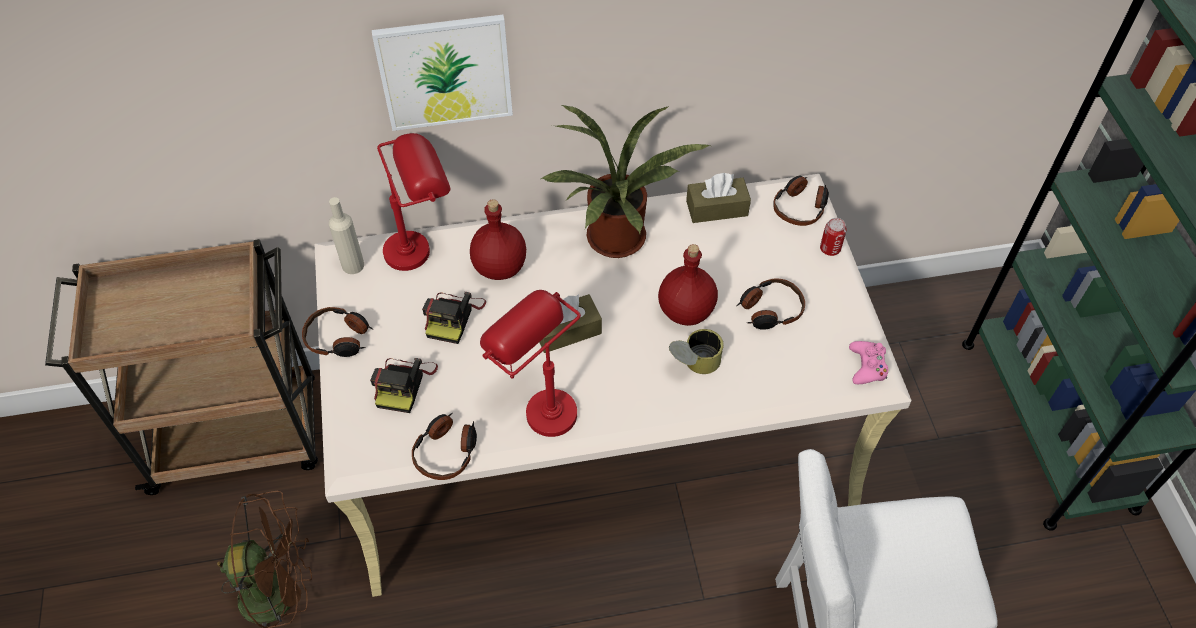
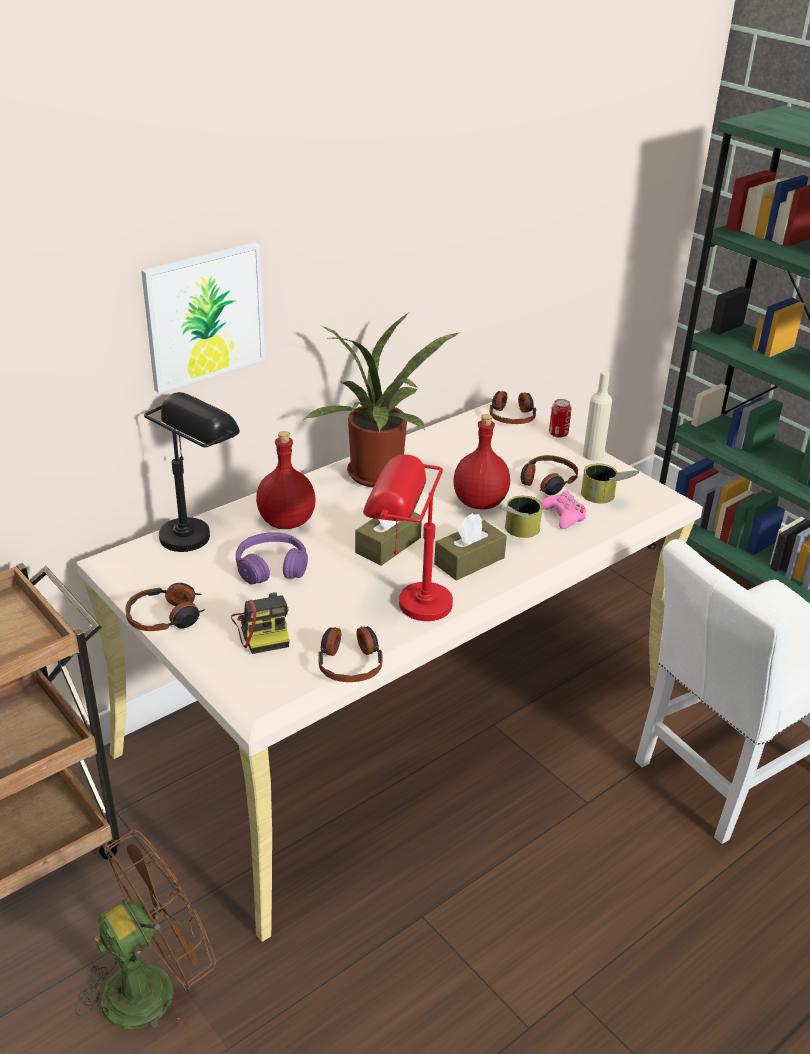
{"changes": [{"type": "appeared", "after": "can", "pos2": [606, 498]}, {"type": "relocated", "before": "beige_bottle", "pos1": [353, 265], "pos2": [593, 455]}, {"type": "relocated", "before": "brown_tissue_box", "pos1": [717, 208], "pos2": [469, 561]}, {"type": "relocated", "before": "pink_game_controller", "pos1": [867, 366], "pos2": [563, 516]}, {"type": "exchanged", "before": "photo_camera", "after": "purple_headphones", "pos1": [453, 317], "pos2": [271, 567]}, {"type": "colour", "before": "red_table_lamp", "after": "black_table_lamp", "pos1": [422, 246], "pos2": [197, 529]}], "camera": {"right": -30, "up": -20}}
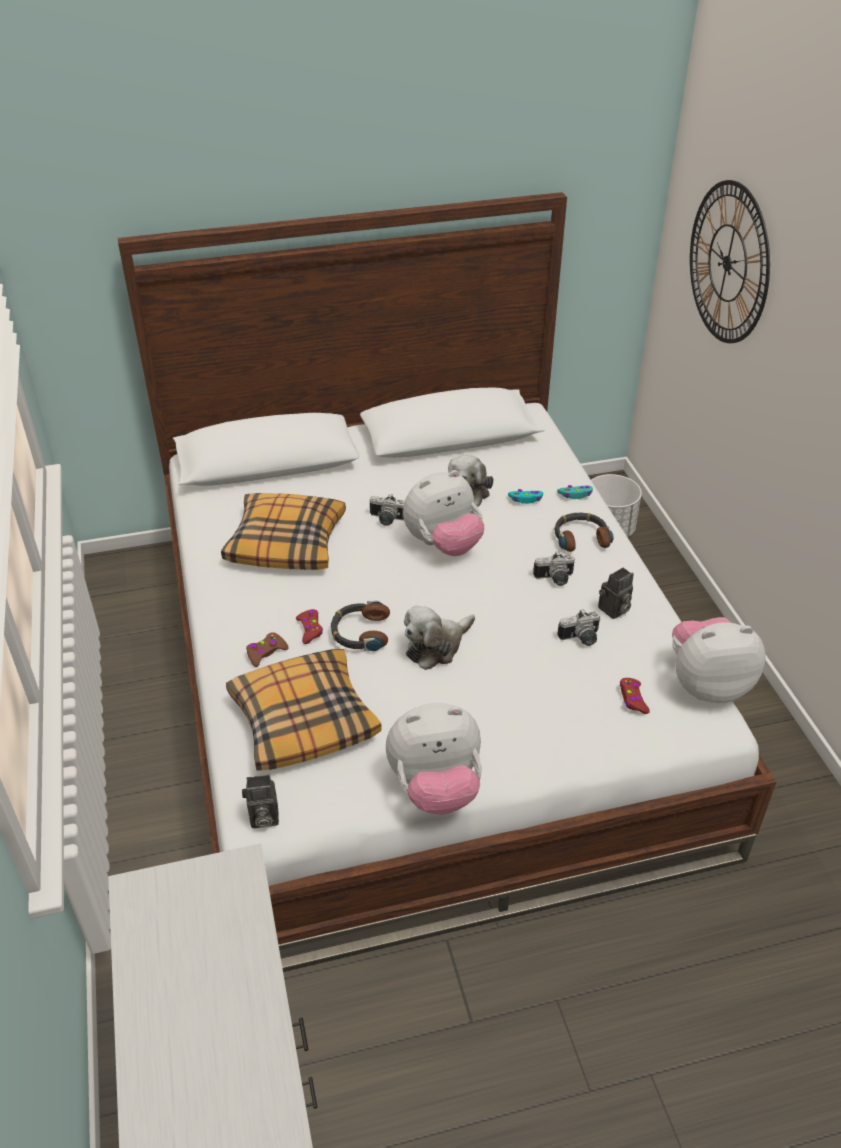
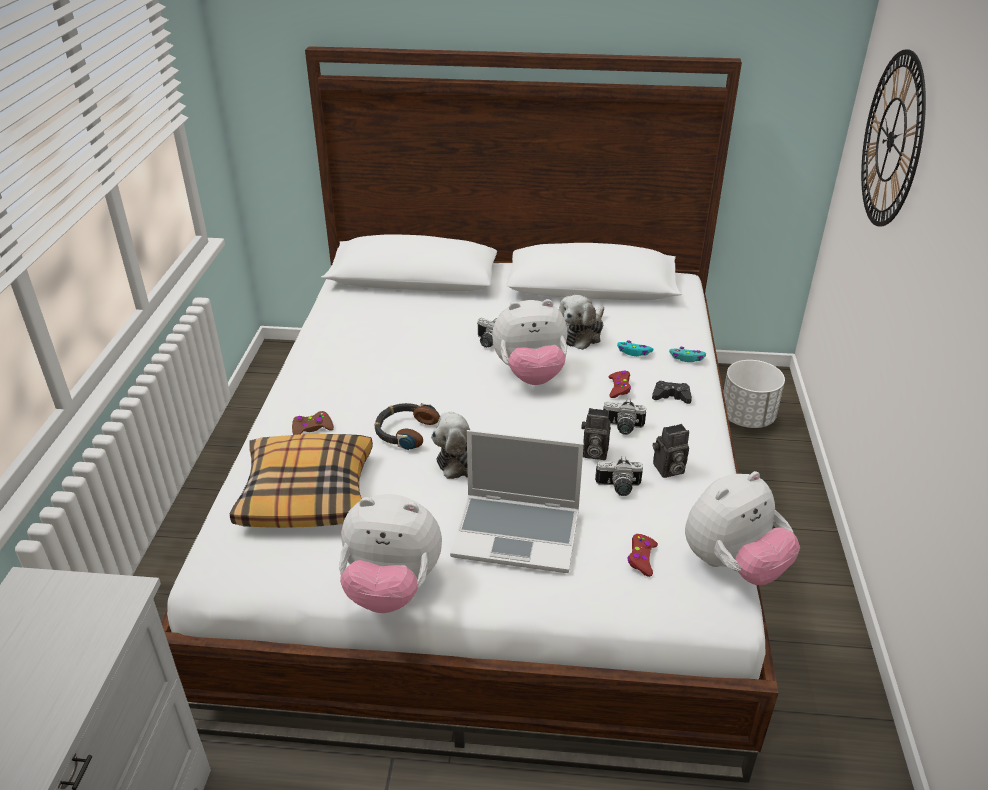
{"changes": [{"type": "missing", "before": "pillow", "pos1": [286, 542]}, {"type": "appeared", "after": "laptop", "pos2": [518, 533]}, {"type": "relocated", "before": "photo_camera", "pos1": [262, 818], "pos2": [593, 452]}, {"type": "relocated", "before": "red_game_controller", "pos1": [310, 629], "pos2": [619, 388]}, {"type": "exchanged", "before": "headphones", "after": "black_game_controller", "pos1": [581, 537], "pos2": [671, 396]}, {"type": "spun", "before": "plush_toy", "pos1": [706, 684], "pos2": [733, 565], "turn": 135}], "camera": {"right": 20, "up": -5}}
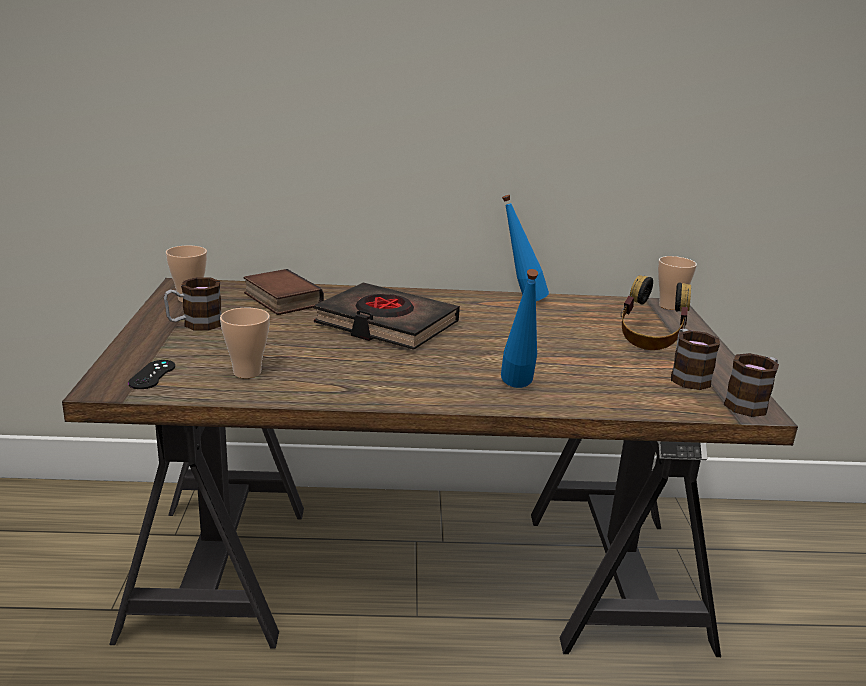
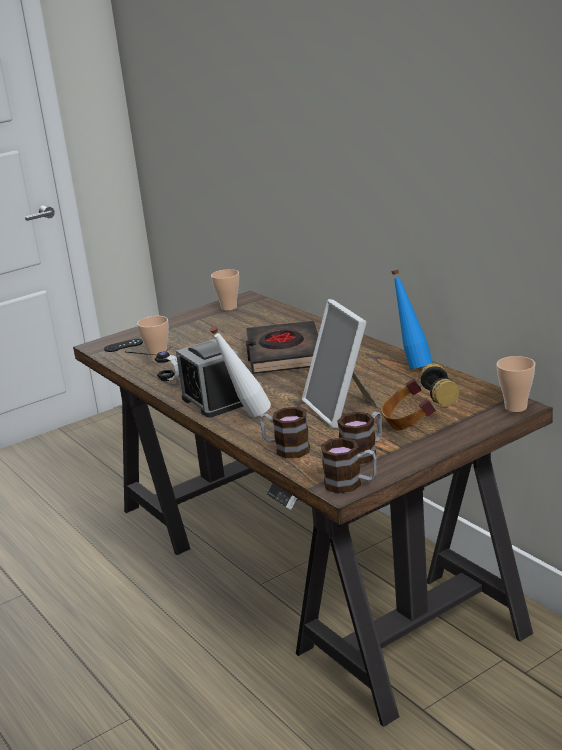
{"changes": [{"type": "missing", "before": "book", "pos1": [280, 299]}, {"type": "appeared", "after": "headphones", "pos2": [162, 375]}, {"type": "appeared", "after": "alarm_clock", "pos2": [213, 401]}, {"type": "appeared", "after": "picture_frame", "pos2": [342, 409]}, {"type": "relocated", "before": "mug", "pos1": [194, 324], "pos2": [286, 449]}, {"type": "colour", "before": "blue_bottle", "after": "white_bottle", "pos1": [517, 389], "pos2": [246, 417]}], "camera": {"right": 60, "up": 0}}
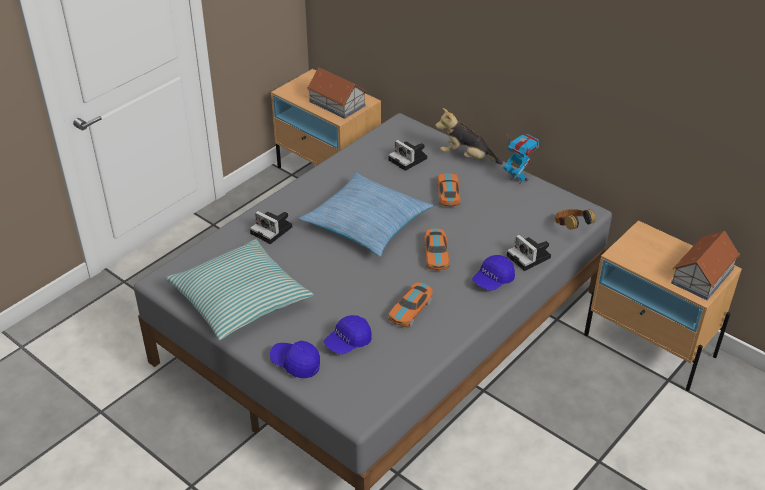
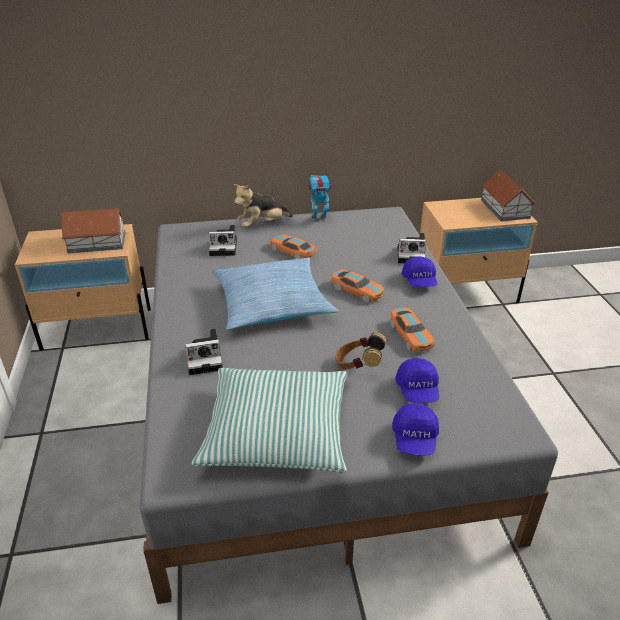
{"changes": [{"type": "relocated", "before": "headphones", "pos1": [571, 228], "pos2": [358, 366]}, {"type": "spun", "before": "blue_cap", "pos1": [295, 363], "pos2": [414, 439], "turn": -60}], "camera": {"right": -50, "up": -5}}
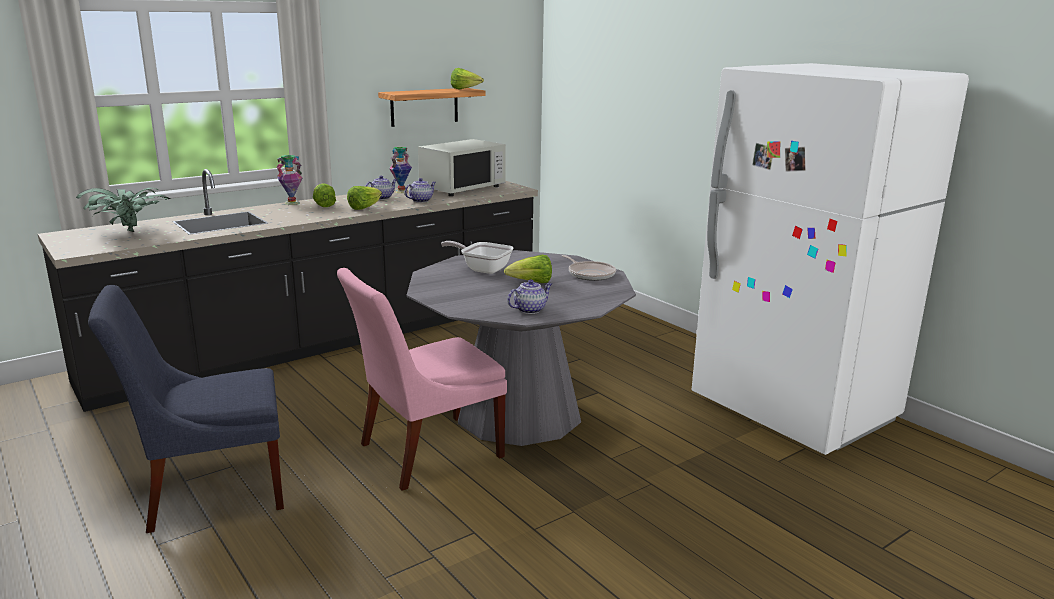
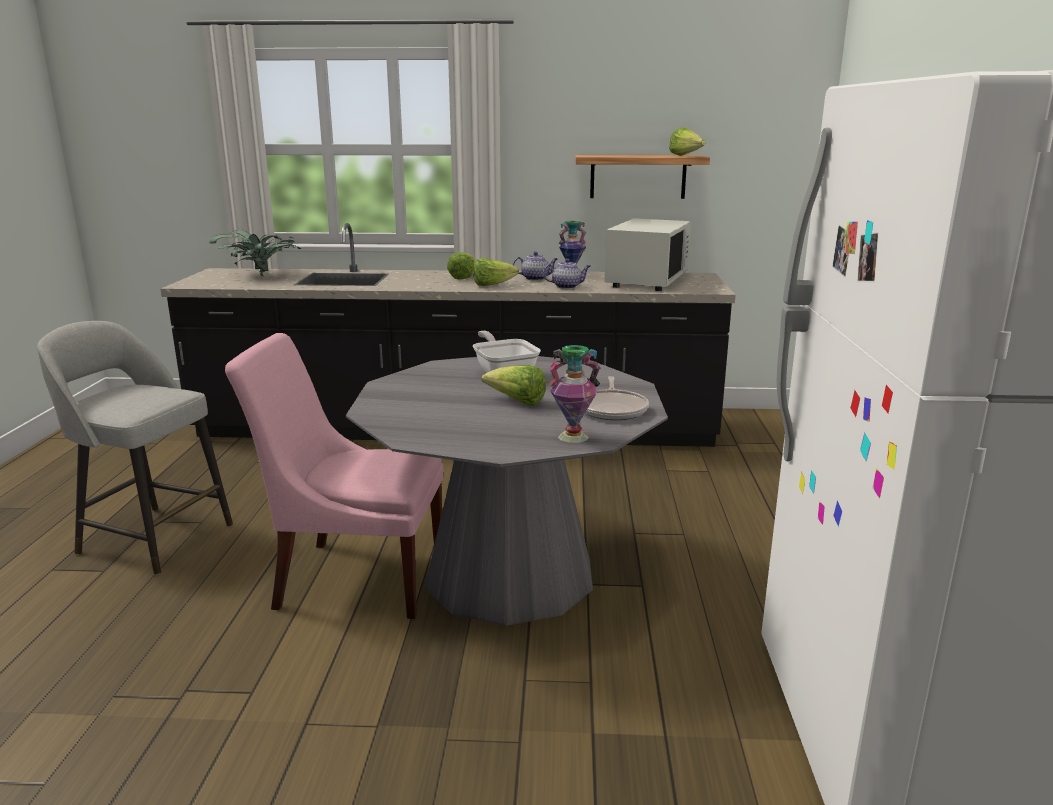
{"changes": [{"type": "missing", "before": "teapot", "pos1": [530, 310]}, {"type": "relocated", "before": "vase", "pos1": [292, 203], "pos2": [573, 437]}, {"type": "exchanged", "before": "blue_chair", "after": "grey_stool", "pos1": [209, 491], "pos2": [152, 538]}, {"type": "spun", "before": "white_microwave", "pos1": [462, 188], "pos2": [646, 281], "turn": -60}], "camera": {"right": 40, "up": 0}}
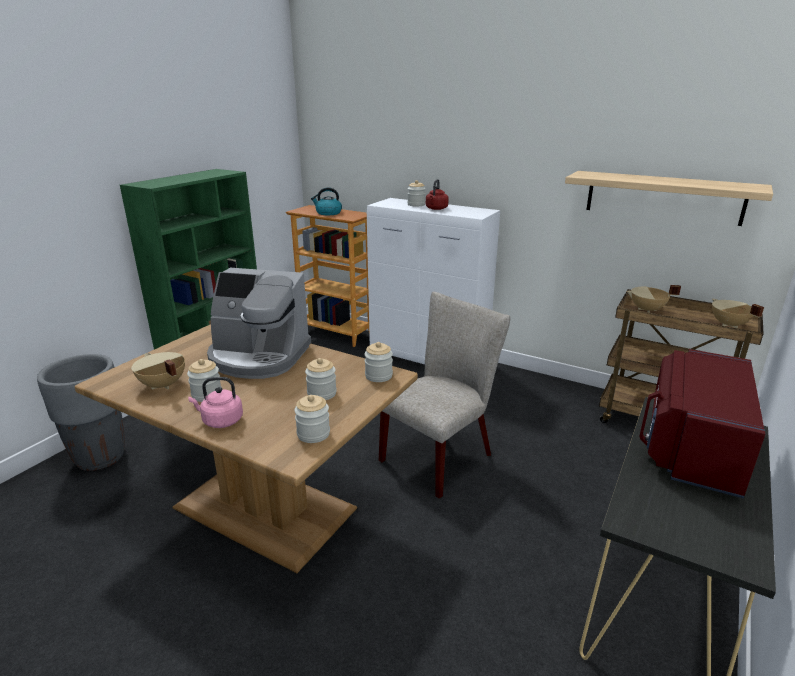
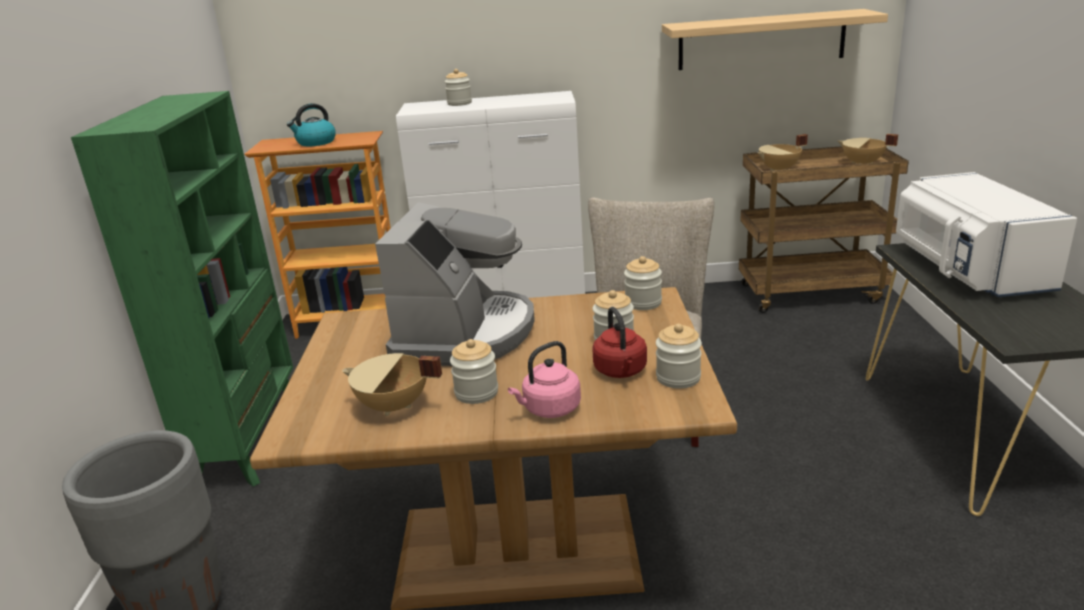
{"changes": [{"type": "relocated", "before": "red_kettle", "pos1": [436, 209], "pos2": [621, 371]}, {"type": "colour", "before": "red_microwave", "after": "white_microwave", "pos1": [691, 446], "pos2": [967, 270]}, {"type": "spun", "before": "coffee_machine", "pos1": [258, 357], "pos2": [465, 334], "turn": -60}], "camera": {"right": -30, "up": 0}}
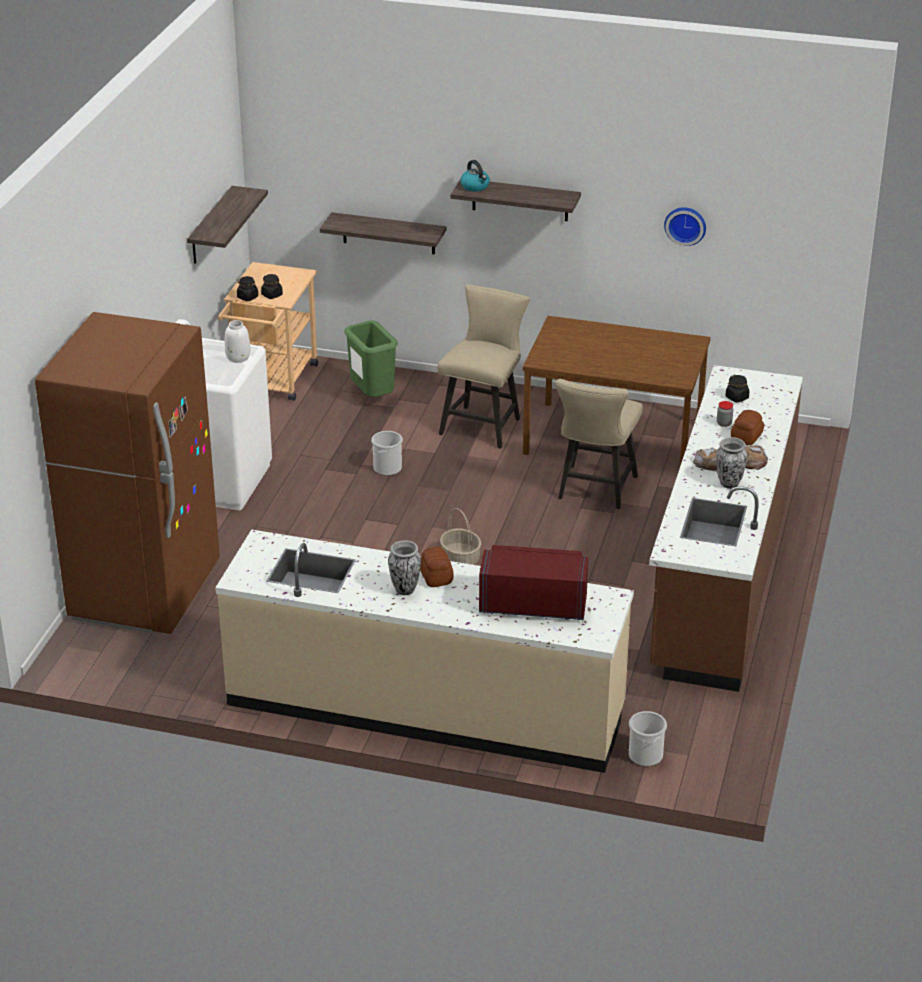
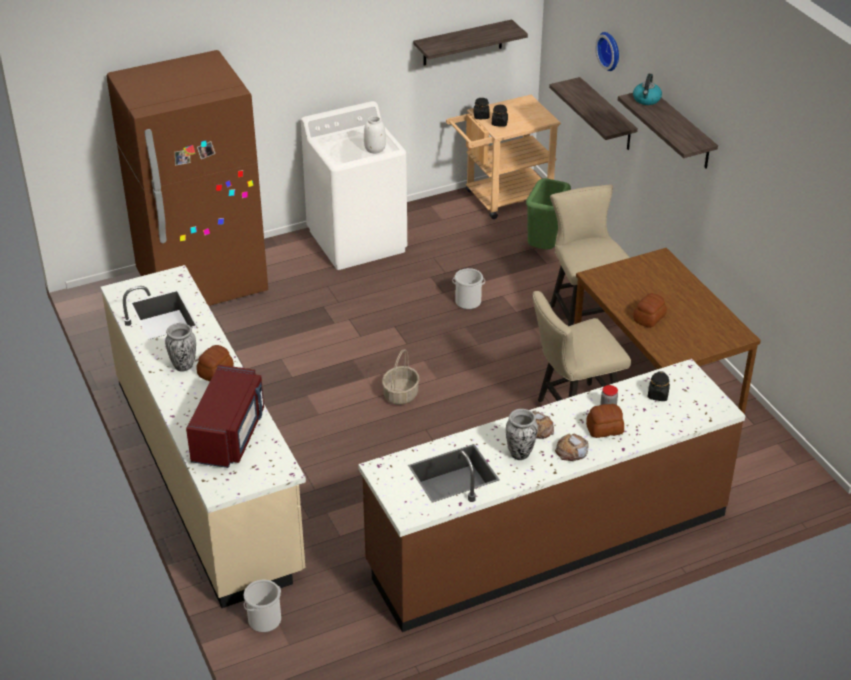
{"changes": [{"type": "appeared", "after": "bread", "pos2": [649, 318]}, {"type": "relocated", "before": "wall_clock", "pos1": [685, 225], "pos2": [610, 50]}, {"type": "spun", "before": "beige_chair", "pos1": [483, 424], "pos2": [584, 313], "turn": -90}, {"type": "spun", "before": "red_microwave", "pos1": [533, 604], "pos2": [229, 435], "turn": 45}], "camera": {"right": 50, "up": 5}}
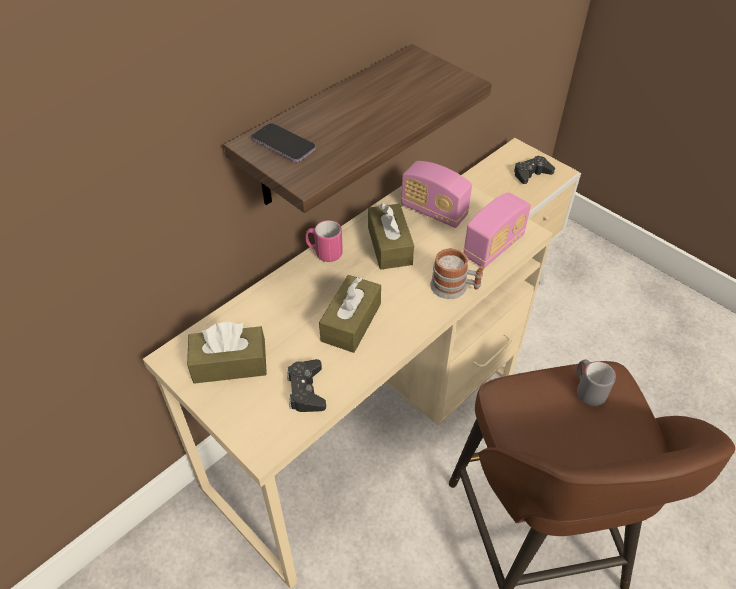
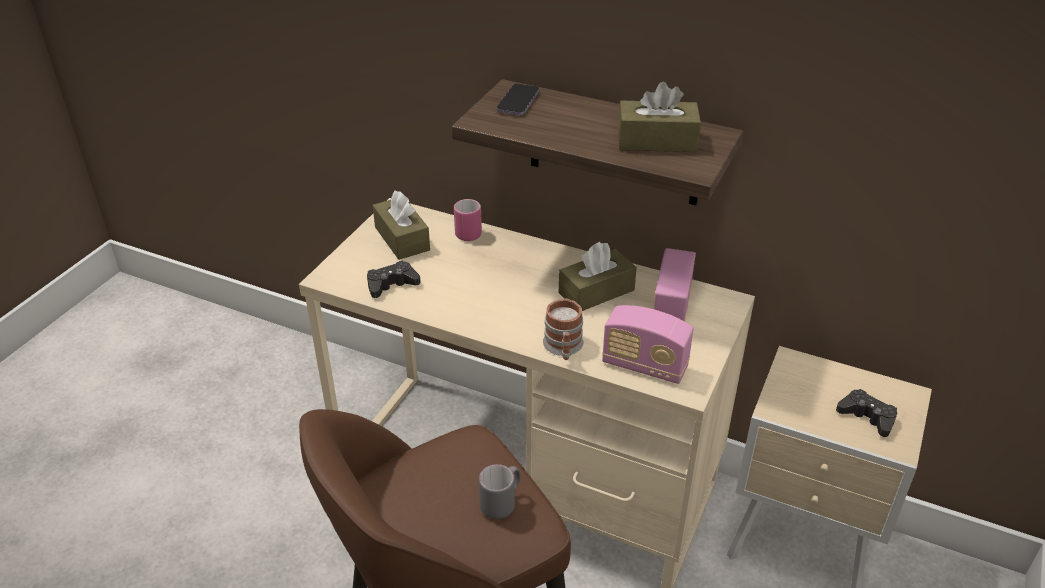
{"changes": [{"type": "relocated", "before": "pink_mug", "pos1": [324, 253], "pos2": [468, 231]}, {"type": "relocated", "before": "brown_tissue_box", "pos1": [351, 322], "pos2": [656, 141]}], "camera": {"right": 70, "up": -10}}
